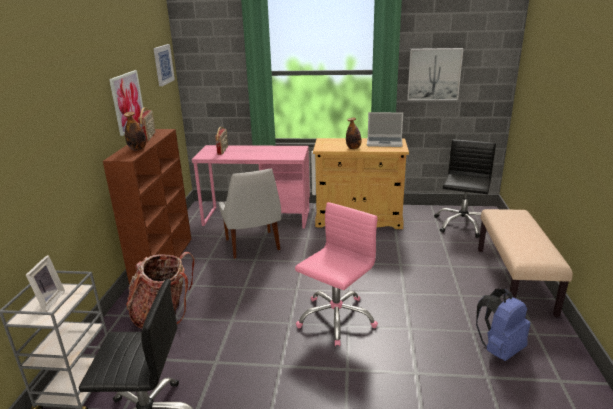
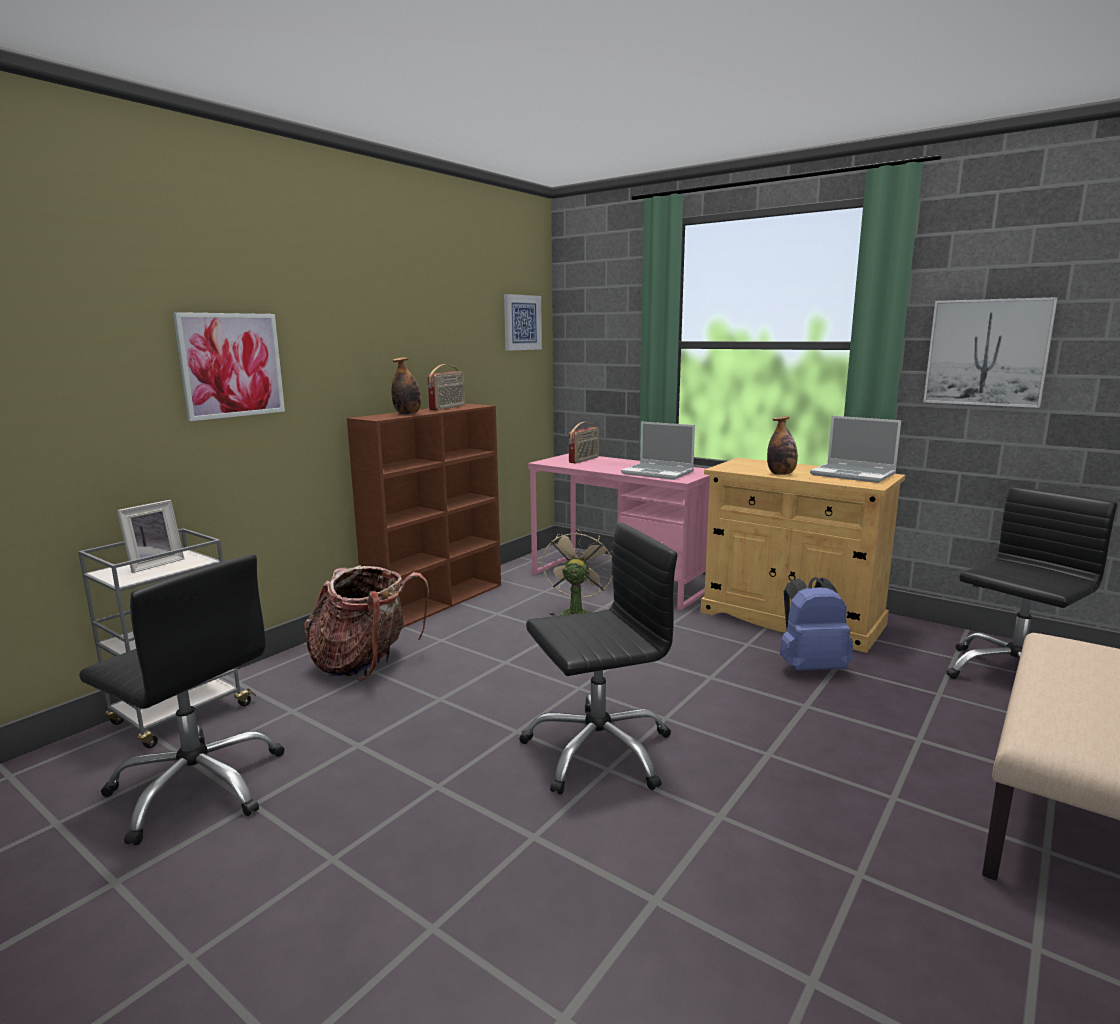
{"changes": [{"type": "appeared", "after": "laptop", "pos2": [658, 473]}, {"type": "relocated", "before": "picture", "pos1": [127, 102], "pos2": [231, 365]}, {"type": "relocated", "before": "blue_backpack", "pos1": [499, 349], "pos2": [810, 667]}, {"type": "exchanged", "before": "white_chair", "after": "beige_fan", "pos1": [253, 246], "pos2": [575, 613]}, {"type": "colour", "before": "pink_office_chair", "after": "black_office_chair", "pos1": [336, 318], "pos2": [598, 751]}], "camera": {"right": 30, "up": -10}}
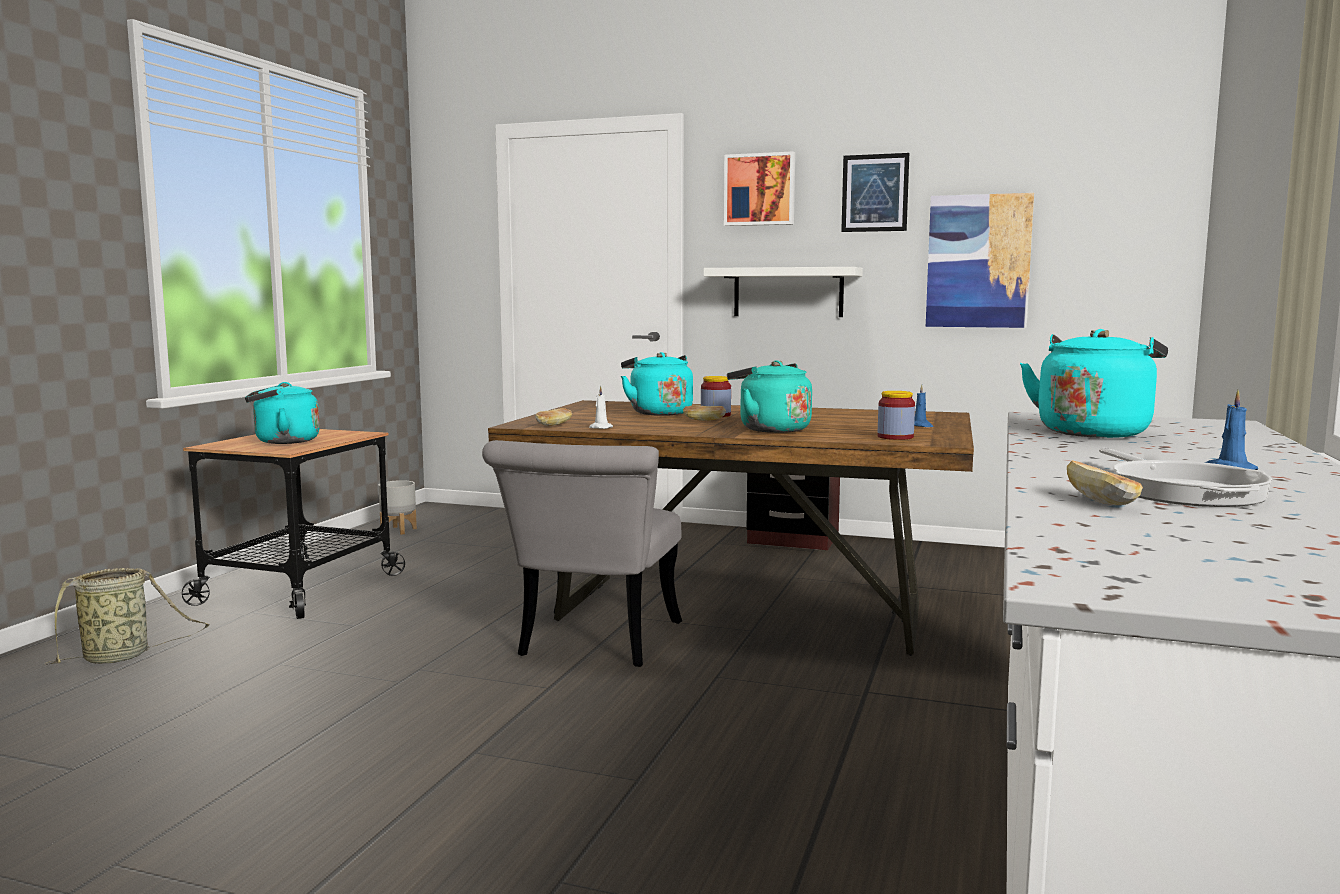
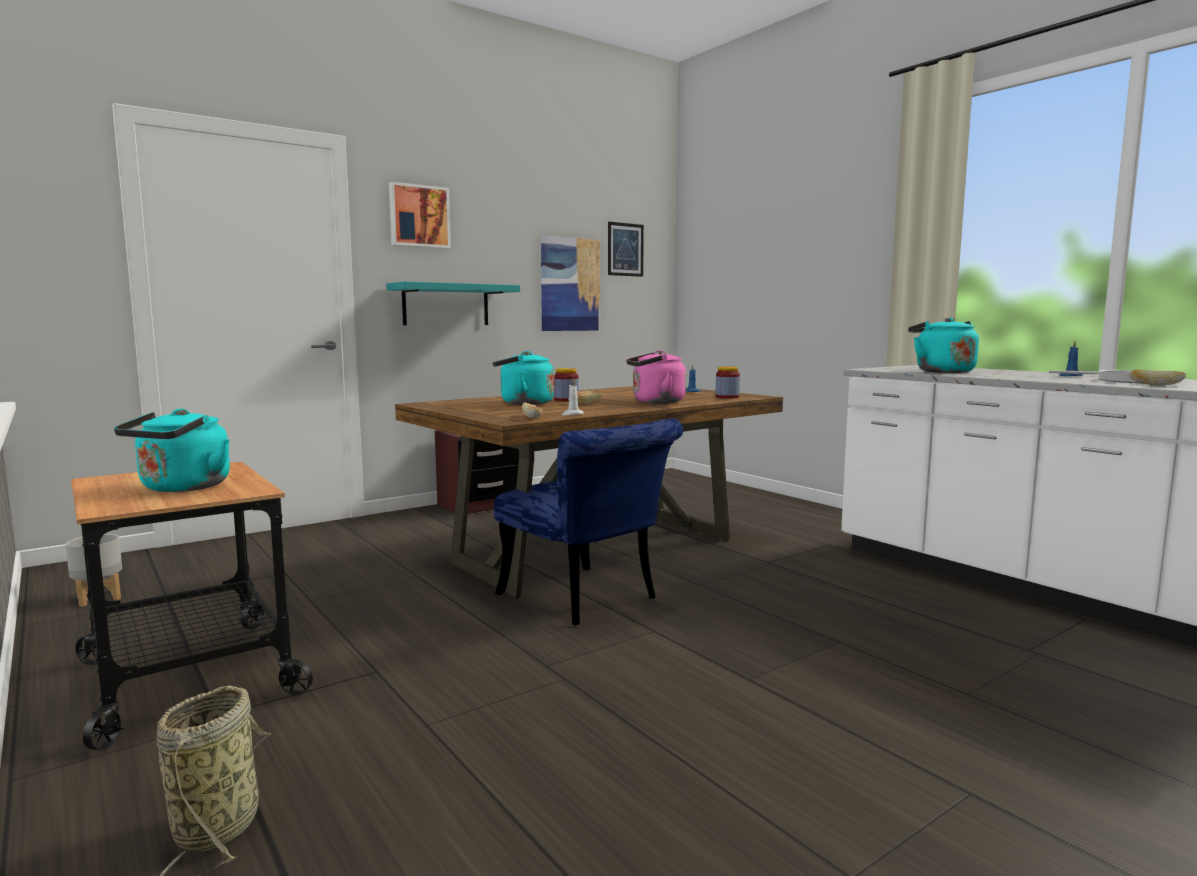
{"changes": [{"type": "relocated", "before": "picture", "pos1": [875, 193], "pos2": [625, 249]}, {"type": "colour", "before": "grey_chair", "after": "blue_chair", "pos1": [592, 644], "pos2": [587, 600]}, {"type": "colour", "before": "white_shelf", "after": "turquoise_shelf", "pos1": [788, 292], "pos2": [446, 305]}, {"type": "colour", "before": "turquoise_kettle", "after": "pink_kettle", "pos1": [770, 429], "pos2": [655, 402]}], "camera": {"right": -55, "up": 0}}
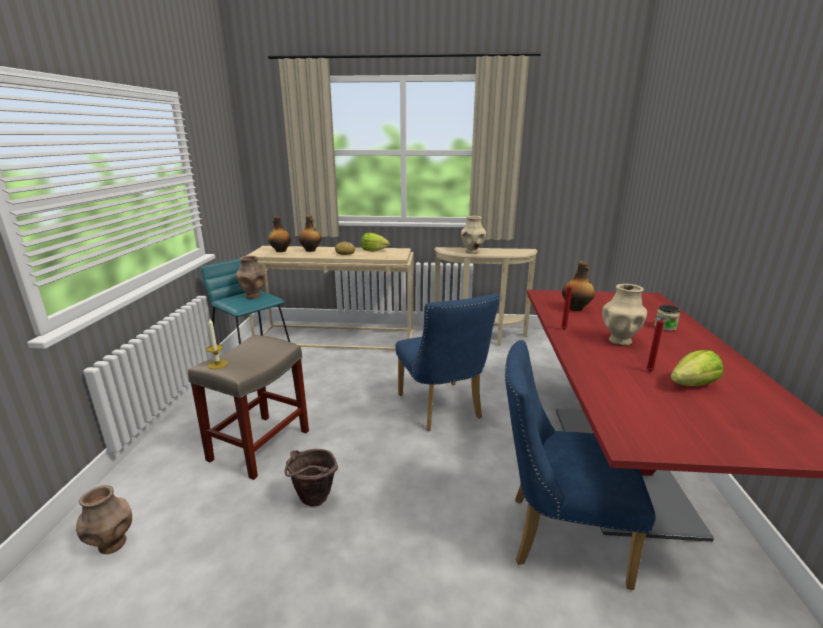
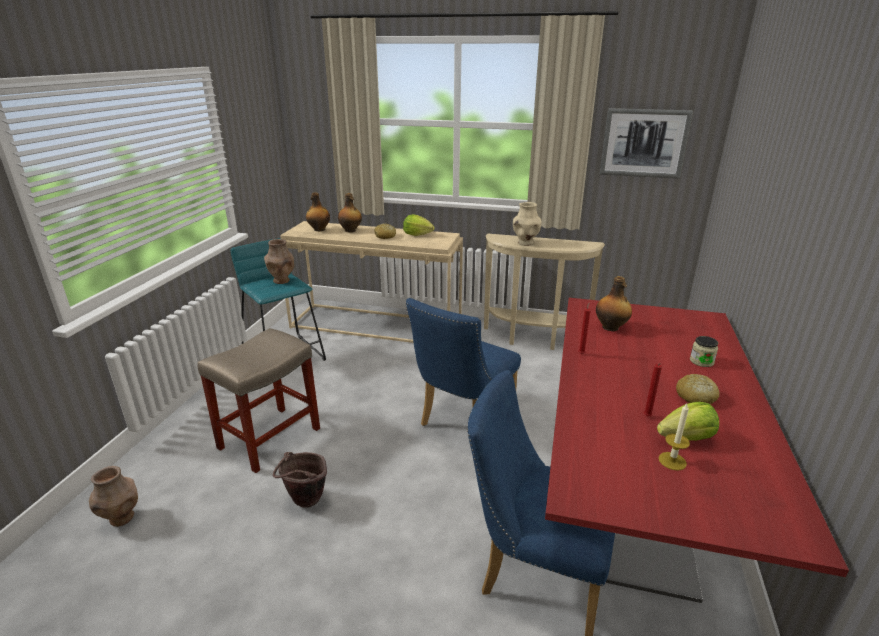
{"changes": [{"type": "missing", "before": "beige_vase", "pos1": [619, 341]}, {"type": "appeared", "after": "picture", "pos2": [644, 143]}, {"type": "appeared", "after": "bread", "pos2": [695, 397]}, {"type": "relocated", "before": "candle", "pos1": [217, 364], "pos2": [672, 461]}, {"type": "spun", "before": "blue_chair", "pos1": [442, 410], "pos2": [462, 420], "turn": 45}], "camera": {"right": 10, "up": 5}}
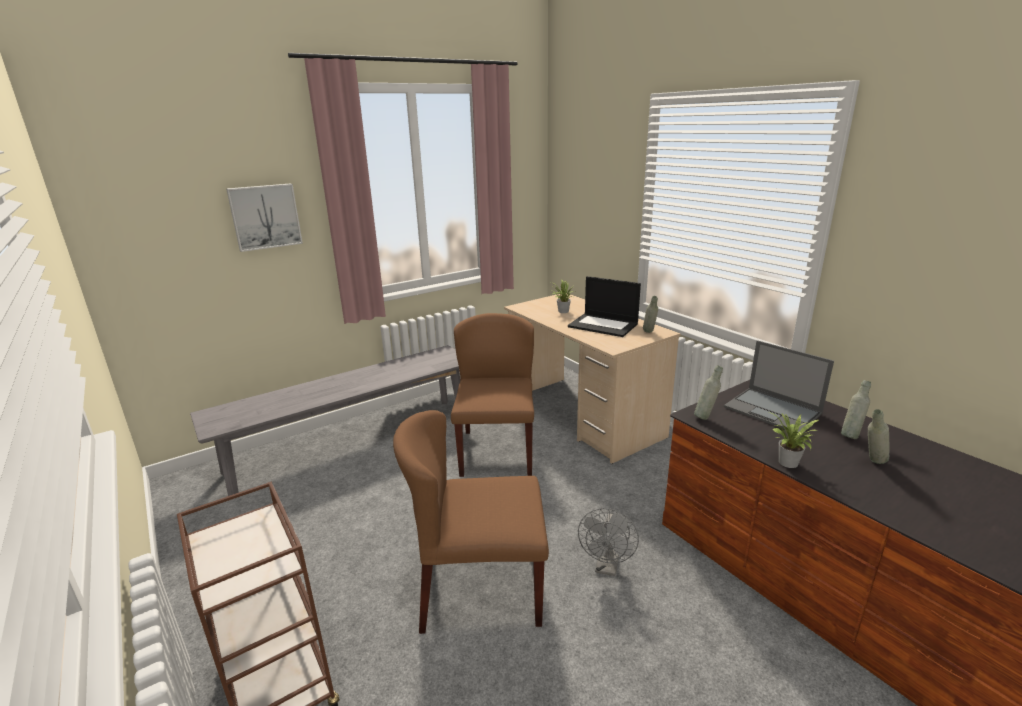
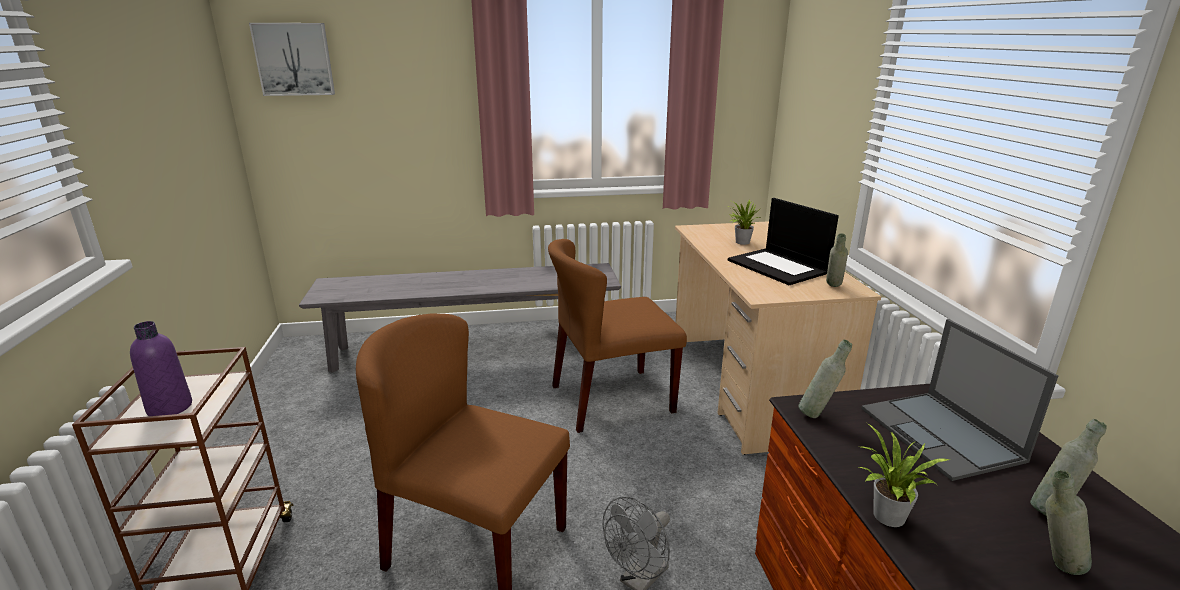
{"changes": [{"type": "appeared", "after": "purple_bottle", "pos2": [170, 407]}, {"type": "relocated", "before": "picture", "pos1": [265, 216], "pos2": [294, 59]}, {"type": "spun", "before": "brown_chair", "pos1": [496, 451], "pos2": [611, 399], "turn": -135}], "camera": {"right": 25, "up": 0}}
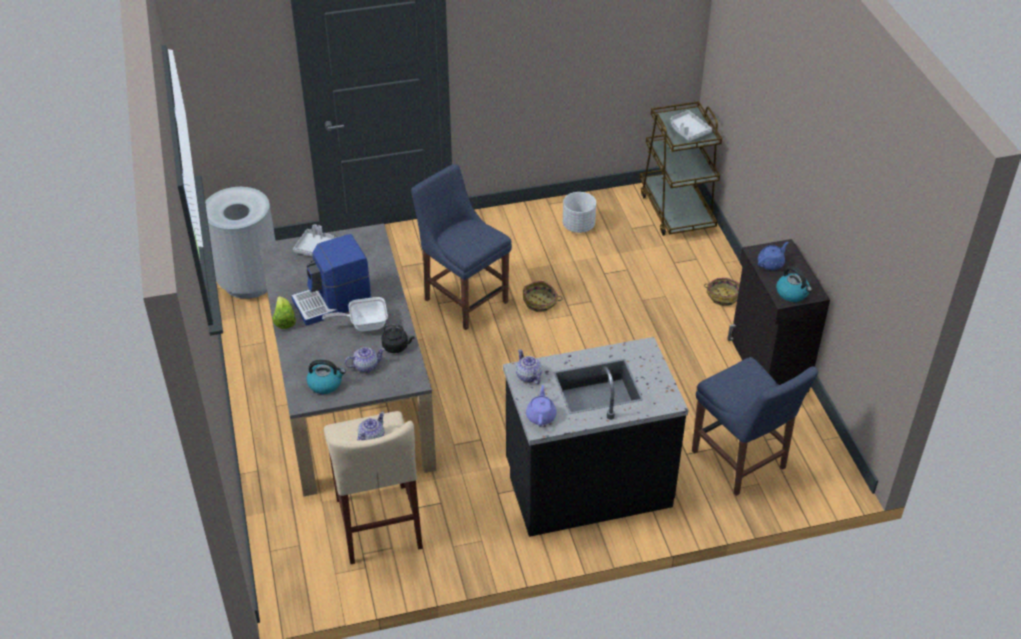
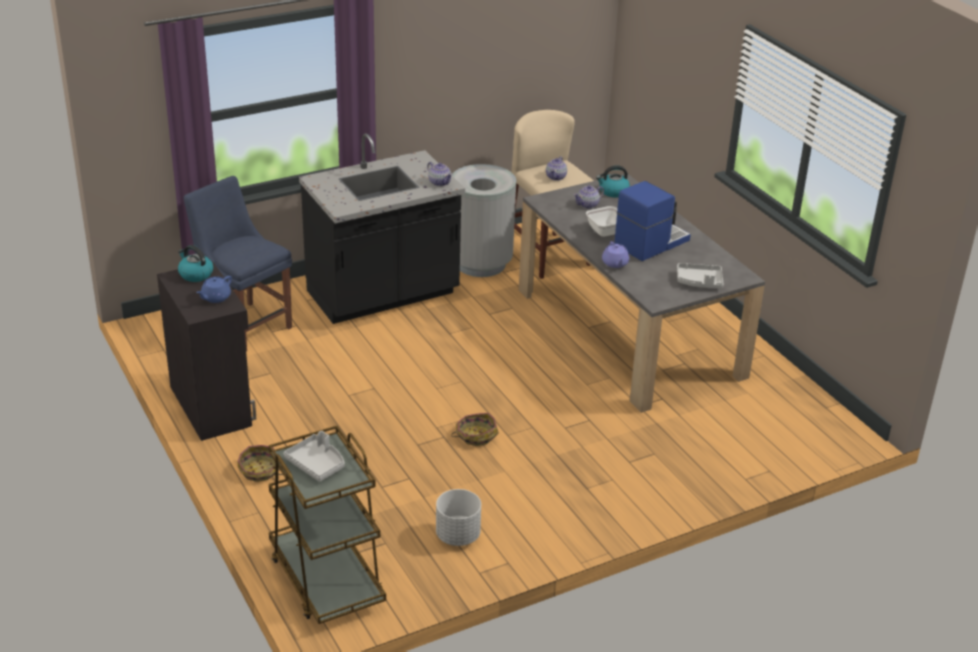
{"changes": [{"type": "missing", "before": "lettuce", "pos1": [284, 320]}, {"type": "missing", "before": "black_kettle", "pos1": [397, 346]}, {"type": "missing", "before": "blue_chair", "pos1": [463, 298]}, {"type": "relocated", "before": "grey_trash_can", "pos1": [249, 281], "pos2": [480, 264]}, {"type": "relocated", "before": "purple_teapot", "pos1": [541, 415], "pos2": [615, 263]}], "camera": {"right": 165, "up": -10}}
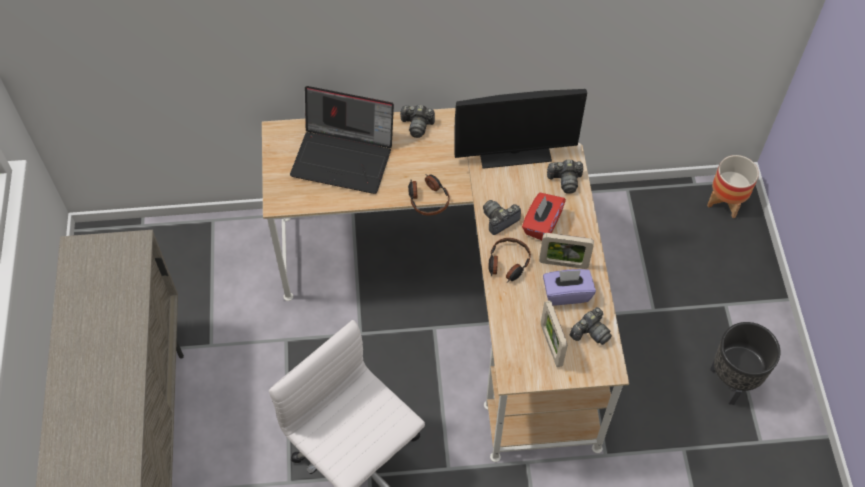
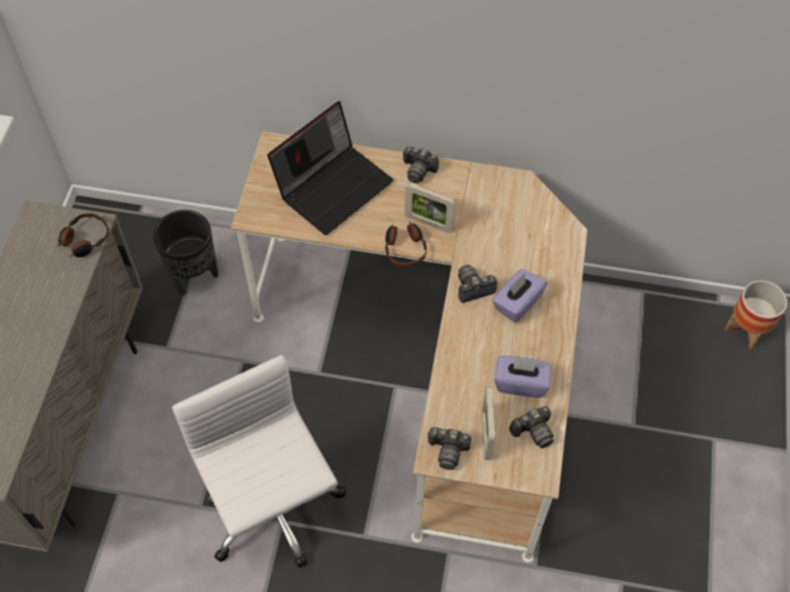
{"changes": [{"type": "missing", "before": "monitor", "pos1": [514, 152]}, {"type": "relocated", "before": "headphones", "pos1": [507, 264], "pos2": [85, 240]}, {"type": "relocated", "before": "picture_frame", "pos1": [563, 263], "pos2": [428, 223]}, {"type": "relocated", "before": "photo_camera", "pos1": [565, 180], "pos2": [448, 450]}, {"type": "relocated", "before": "black_planter", "pos1": [732, 382], "pos2": [195, 276]}, {"type": "colour", "before": "red_tissue_box", "after": "purple_tissue_box", "pos1": [541, 224], "pos2": [517, 303]}, {"type": "spun", "before": "laptop", "pos1": [345, 157], "pos2": [333, 186], "turn": -75}], "camera": {"right": 15, "up": 0}}
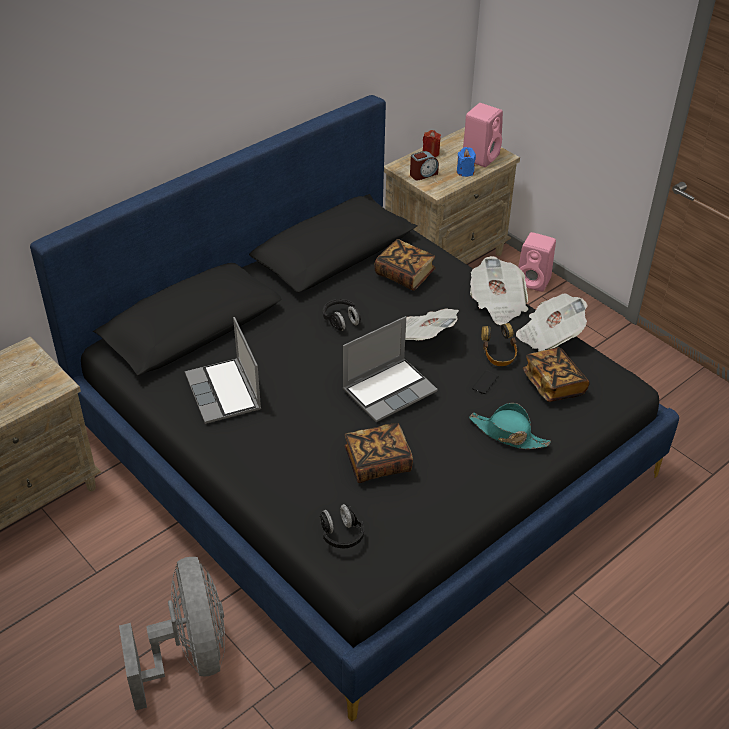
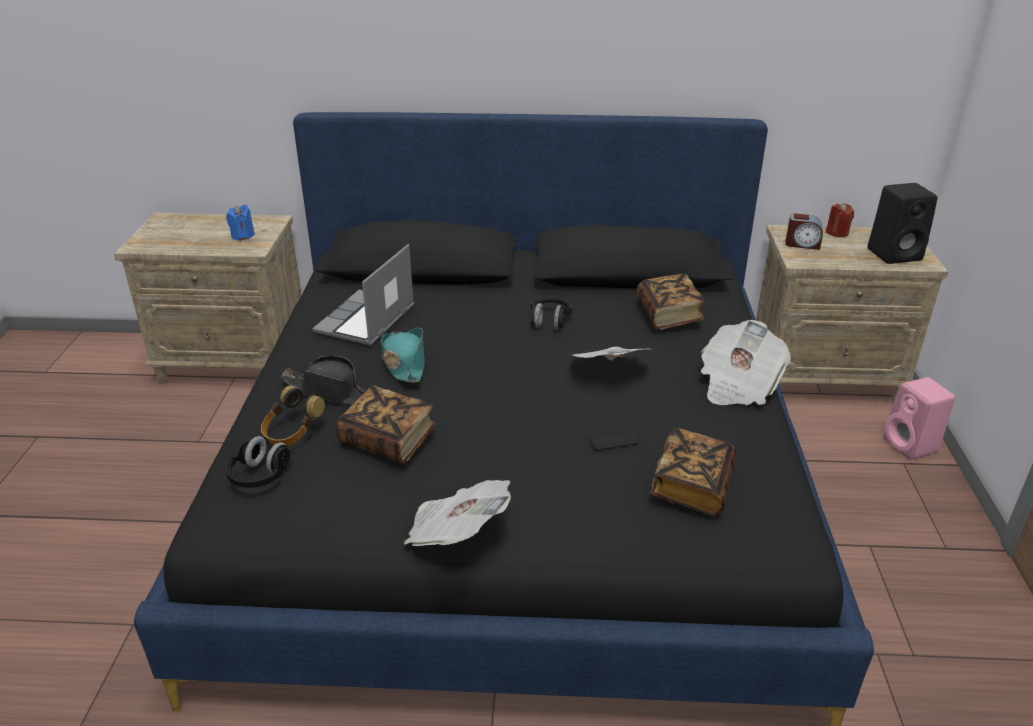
{"changes": [{"type": "missing", "before": "grey_fan", "pos1": [189, 656]}, {"type": "missing", "before": "laptop", "pos1": [389, 390]}, {"type": "appeared", "after": "black_hat", "pos2": [332, 392]}, {"type": "relocated", "before": "blue_candle", "pos1": [465, 172], "pos2": [242, 236]}, {"type": "relocated", "before": "turquoise_hat", "pos1": [508, 434], "pos2": [404, 362]}, {"type": "relocated", "before": "headphones", "pos1": [498, 355], "pos2": [292, 433]}, {"type": "relocated", "before": "newspaper", "pos1": [549, 336], "pos2": [457, 534]}, {"type": "colour", "before": "pink_speaker", "after": "black_speaker", "pos1": [480, 156], "pos2": [895, 254]}], "camera": {"right": 45, "up": -10}}
